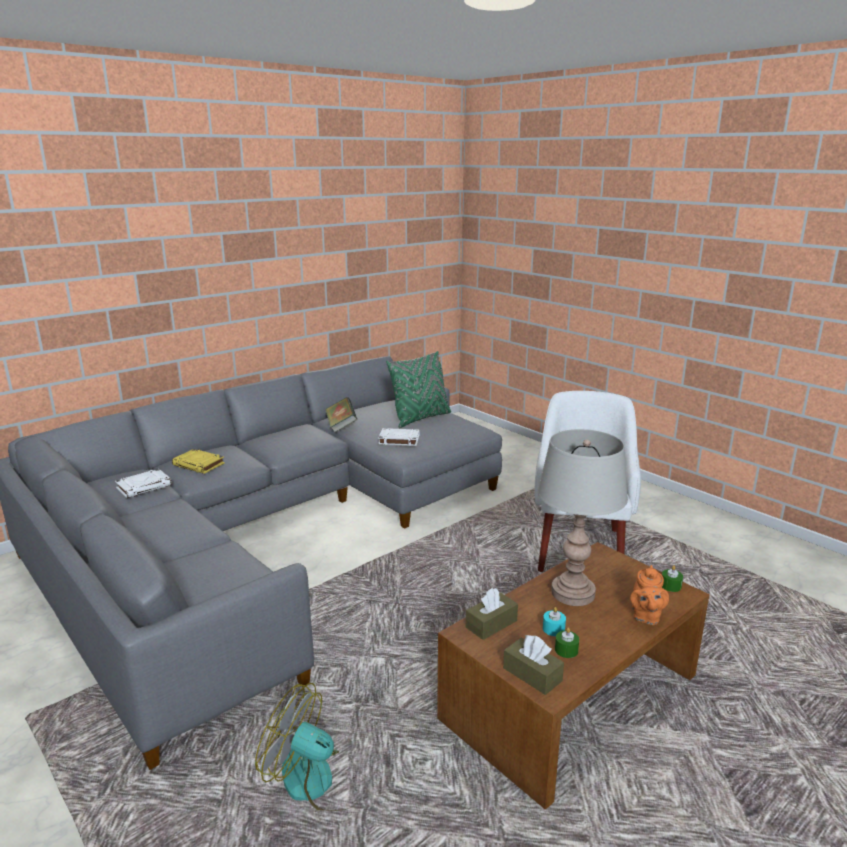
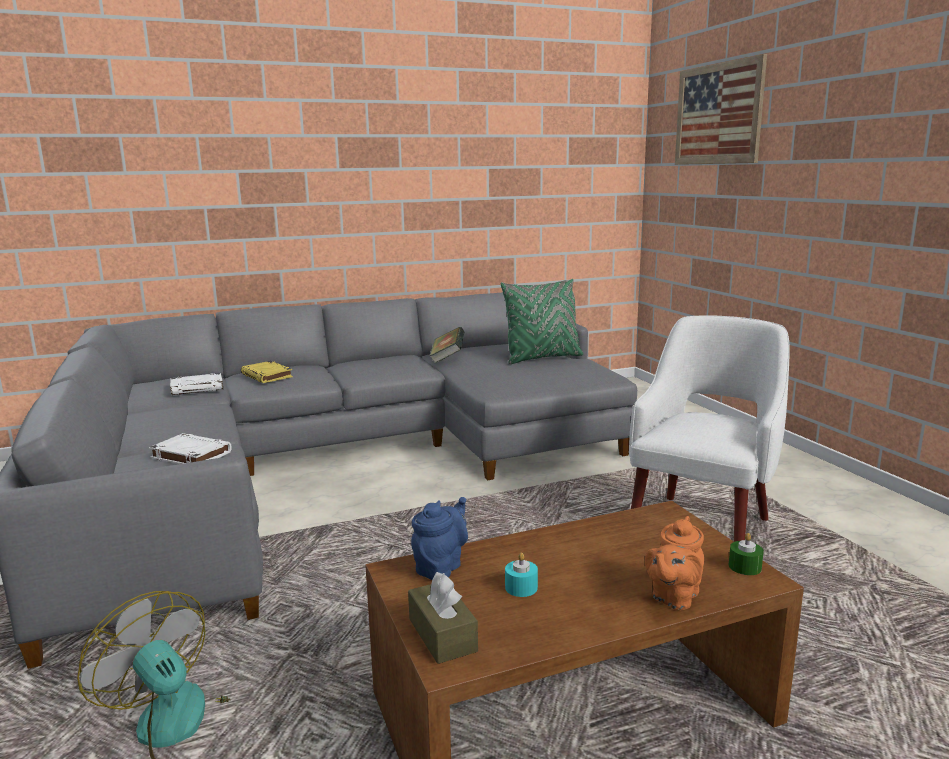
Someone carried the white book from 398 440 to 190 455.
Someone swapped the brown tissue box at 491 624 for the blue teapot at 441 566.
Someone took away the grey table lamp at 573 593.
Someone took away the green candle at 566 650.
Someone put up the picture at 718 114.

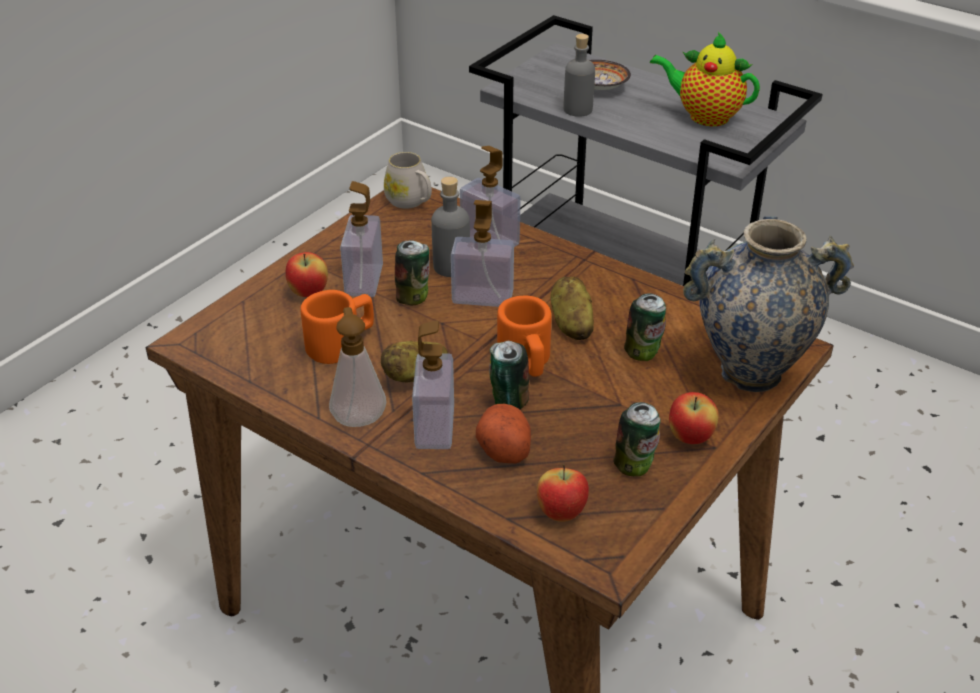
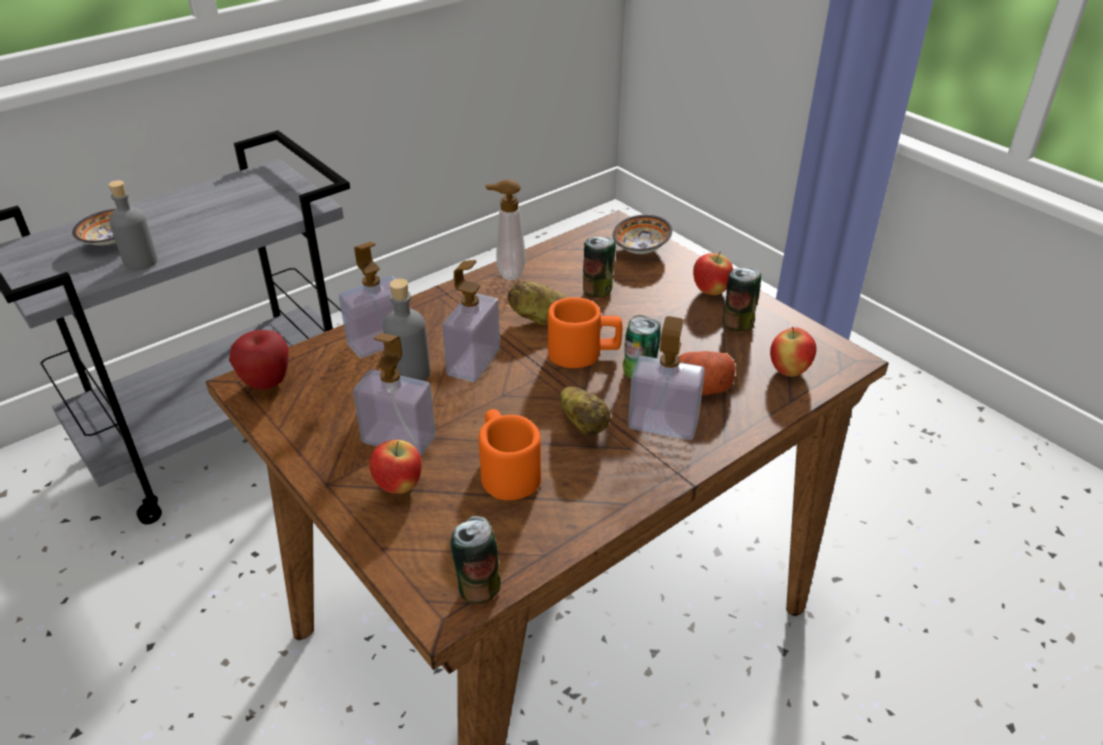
Someone carried the soap dispenser from 358 417 to 508 273.
Someone swapped the white mug at 411 202 for the apple at 266 383.
Someone carried the can from 413 297 to 478 586.
Someone took away the teapot at 704 116.
Someone swapped the vase at 750 372 for the bowl at 641 249.

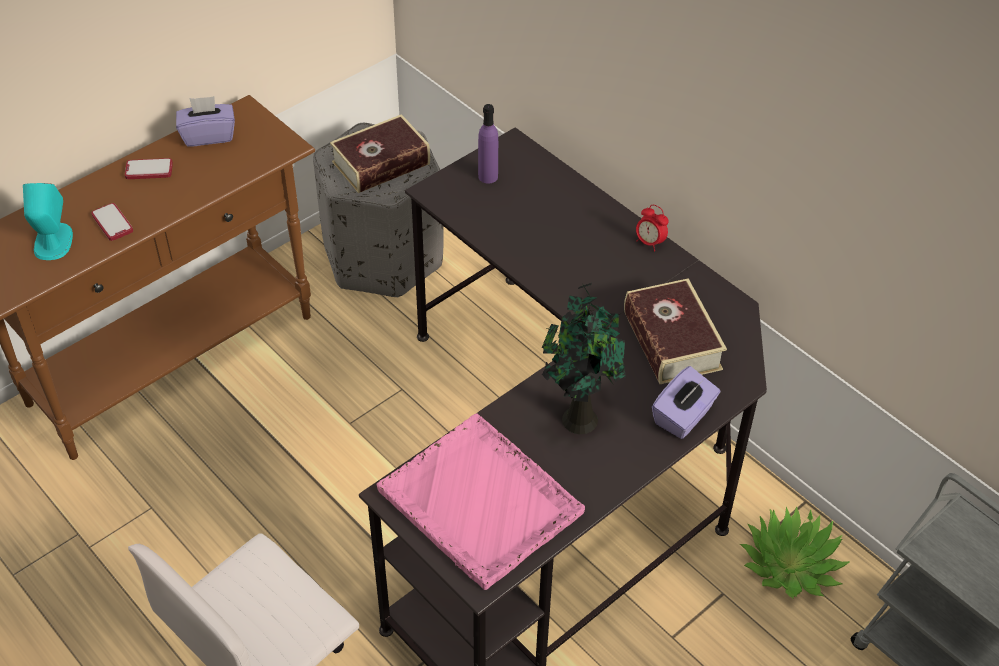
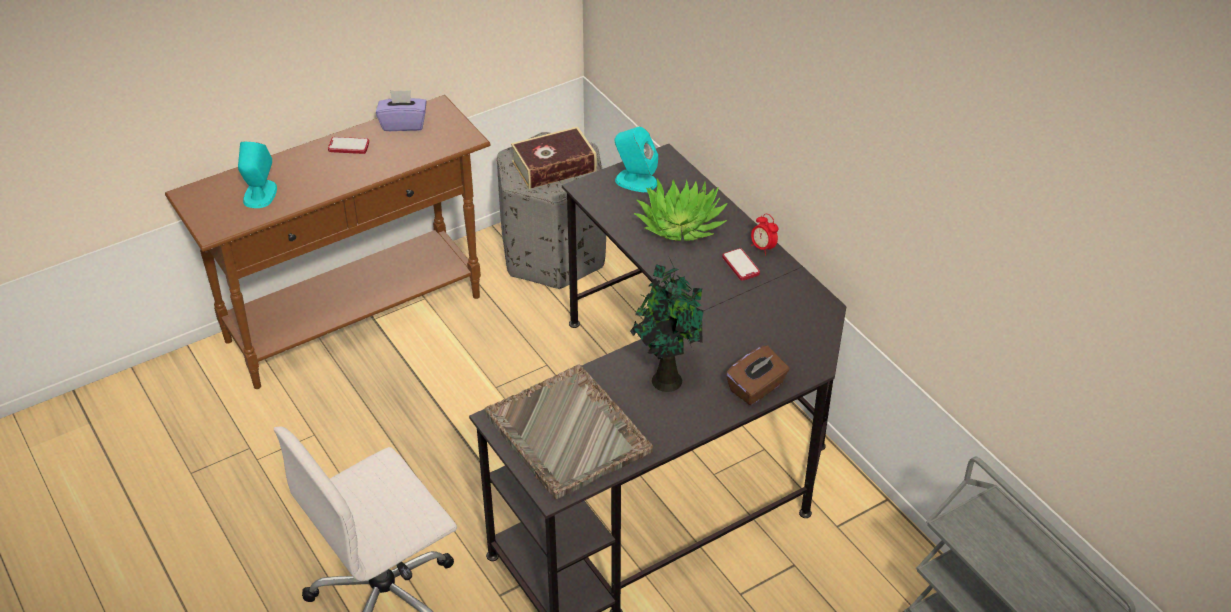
Someone carried the phone from 112 223 to 740 265.
Someone repainted the pink tray at 481 503, which became the grey tray at 568 434.
Someone swapped the purple bottle at 488 176 for the turquoise speaker at 635 181.
Someone took away the book at 672 341.
Someone repainted the purple tissue box at 683 417, which became the brown tissue box at 756 388.
Someone carried the potted plant from 790 564 to 681 225.

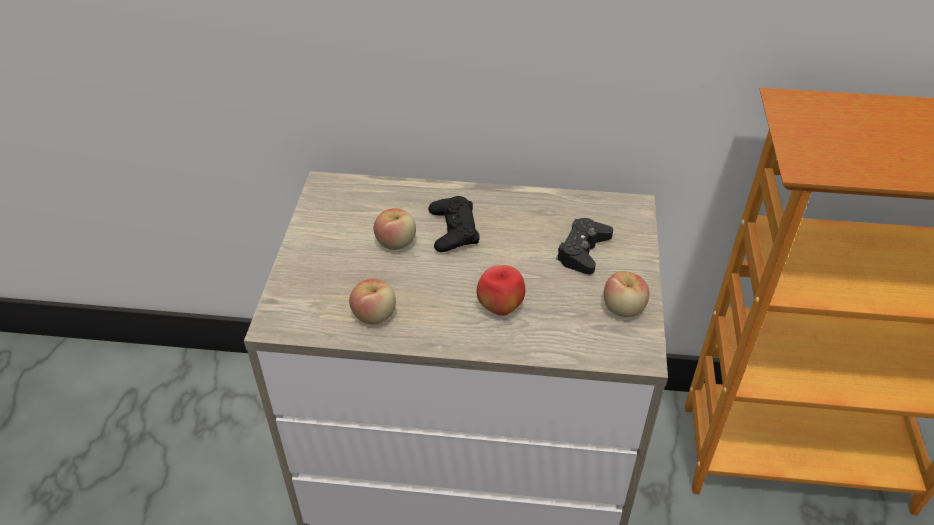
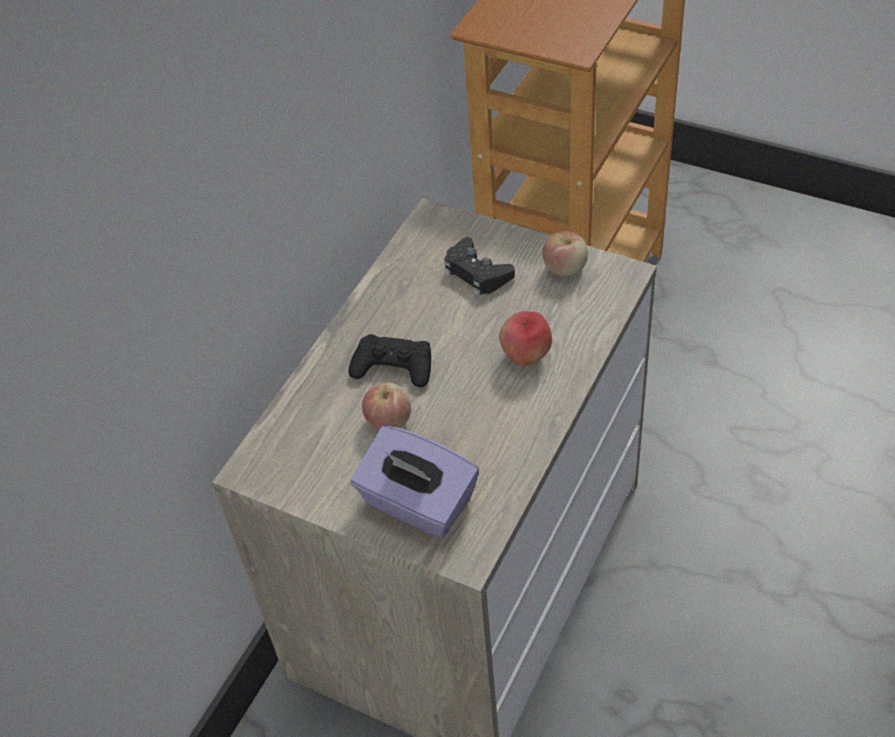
Someone took away the apple at 375 315.
Someone put down the purple tissue box at 417 504.

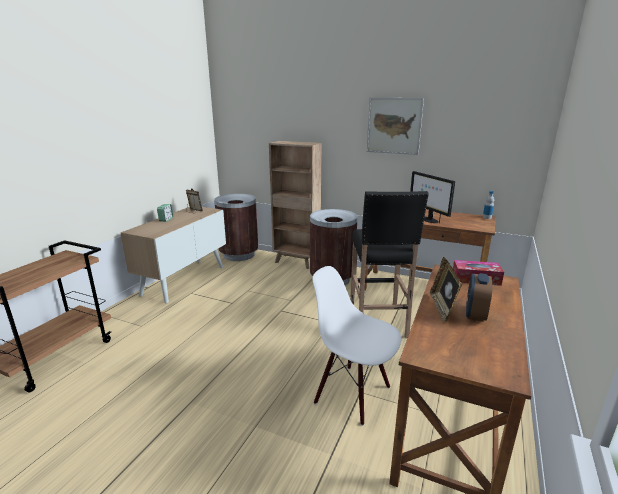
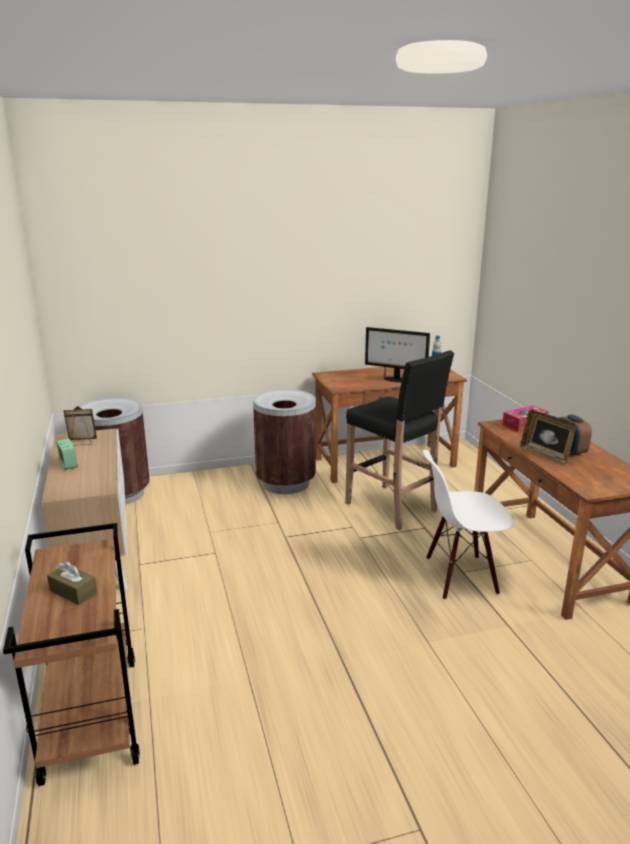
Someone took away the brown bookcase at 296 262.
Someone took away the picture at 394 126.
Someone put down the brown tissue box at 73 592.

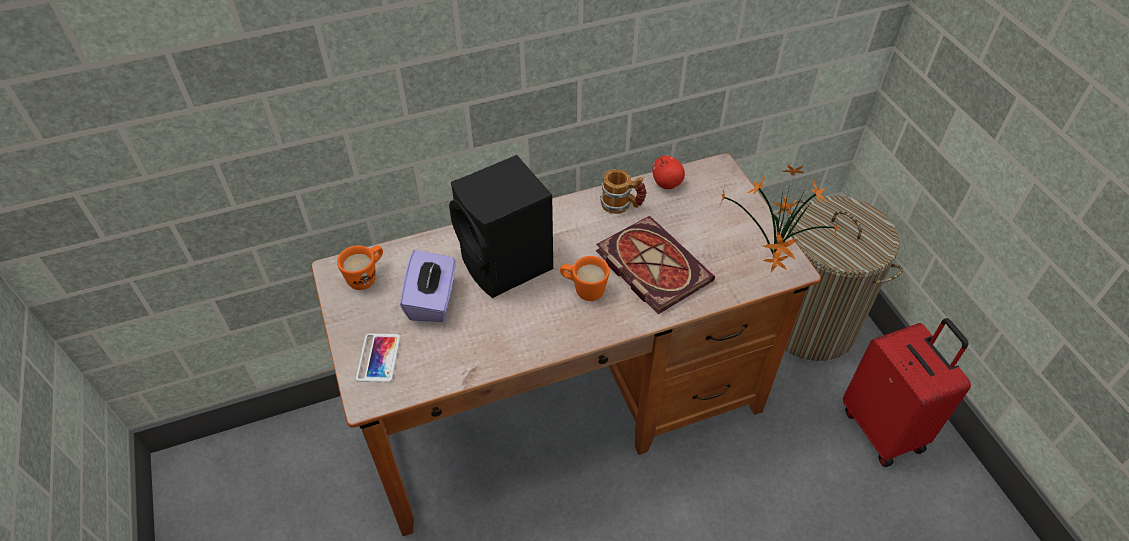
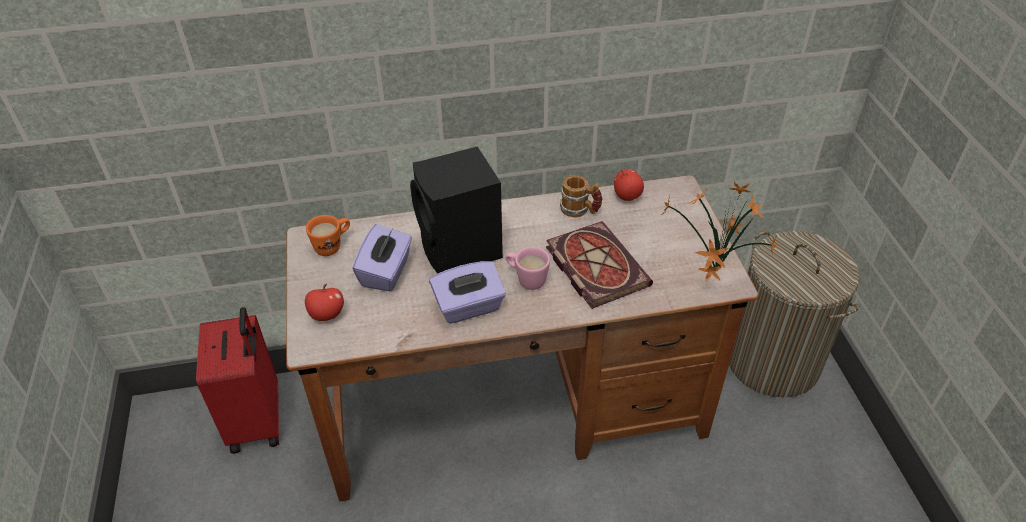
Someone swapped the phone at 378 358 for the apple at 327 315.
Someone repainted the orange mug at 583 289, which became the pink mug at 526 279.
Someone carried the red suitcase from 883 429 to 258 421.
Someone put down the purple tissue box at 469 307.

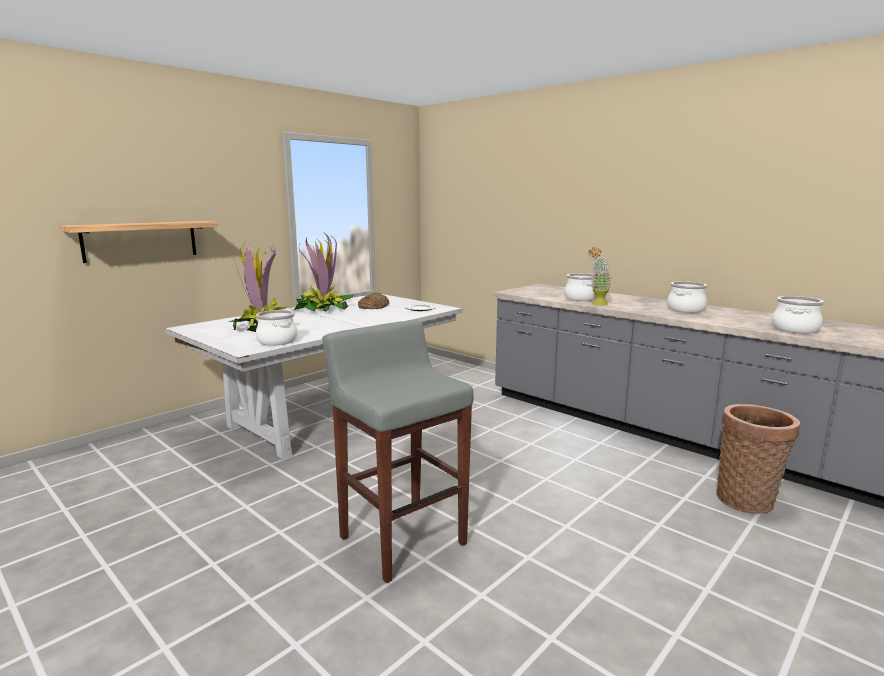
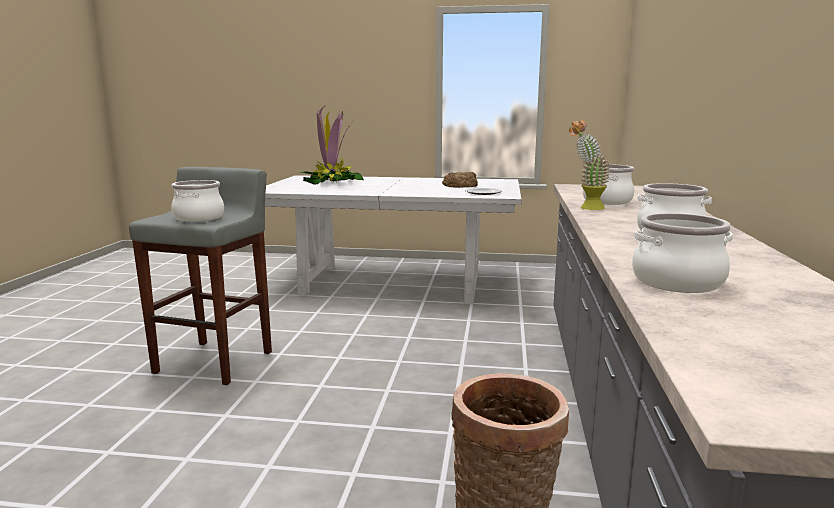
Someone took away the shelf at 140 240.
Someone carried the cooking pot from 277 341 to 198 218.
Someone took away the potted plant at 323 308.

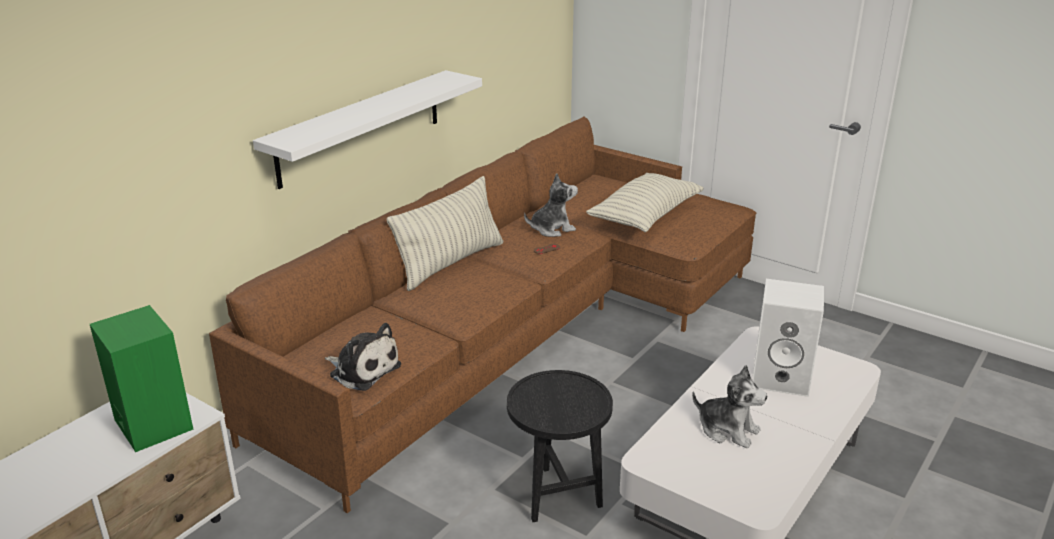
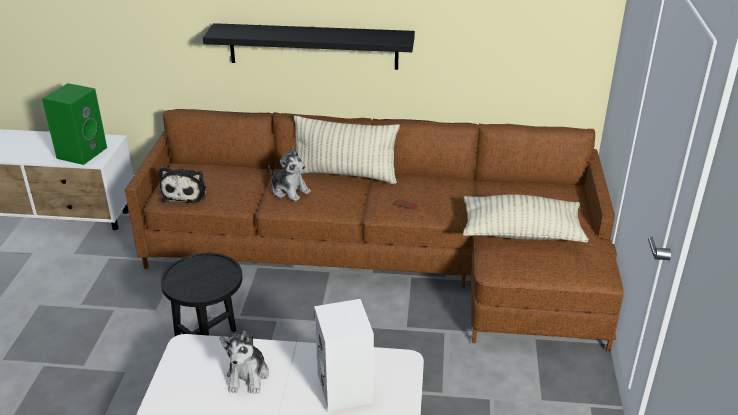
Someone repainted the white shelf at 361 127, which became the black shelf at 313 46.
Someone carried the plush toy from 551 229 to 289 191.

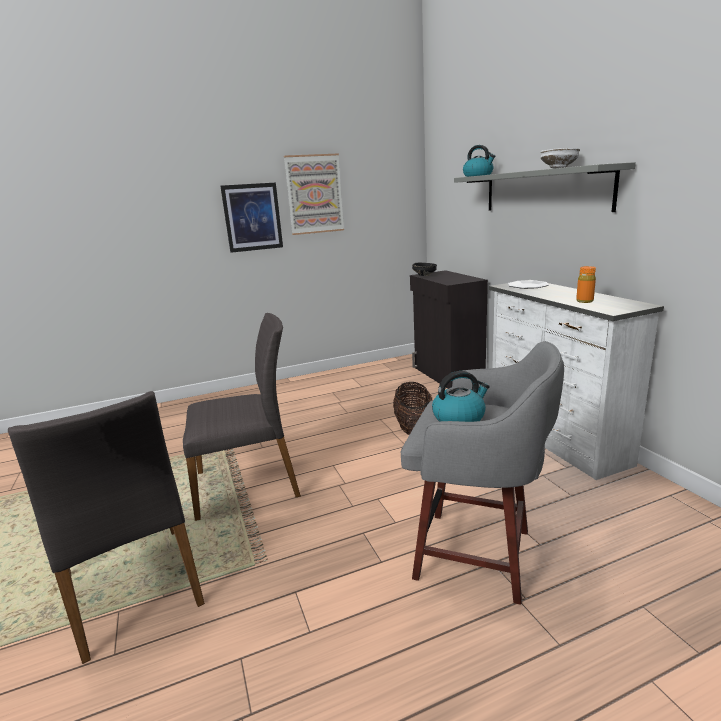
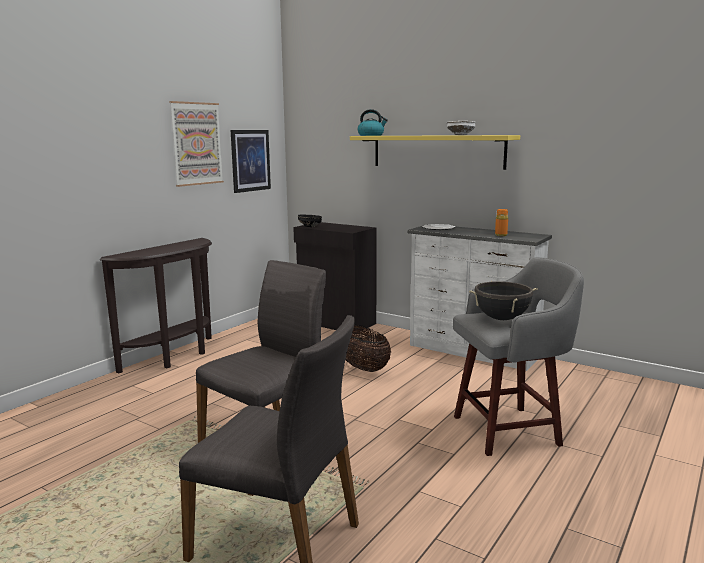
Someone carried the picture from 252 217 to 250 160.
Someone swapped the kettle at 459 417 for the black cooking pot at 501 319.
Someone repainted the grey shelf at 543 191, which became the yellow shelf at 437 151.
Someone put down the brown console table at 176 356.

